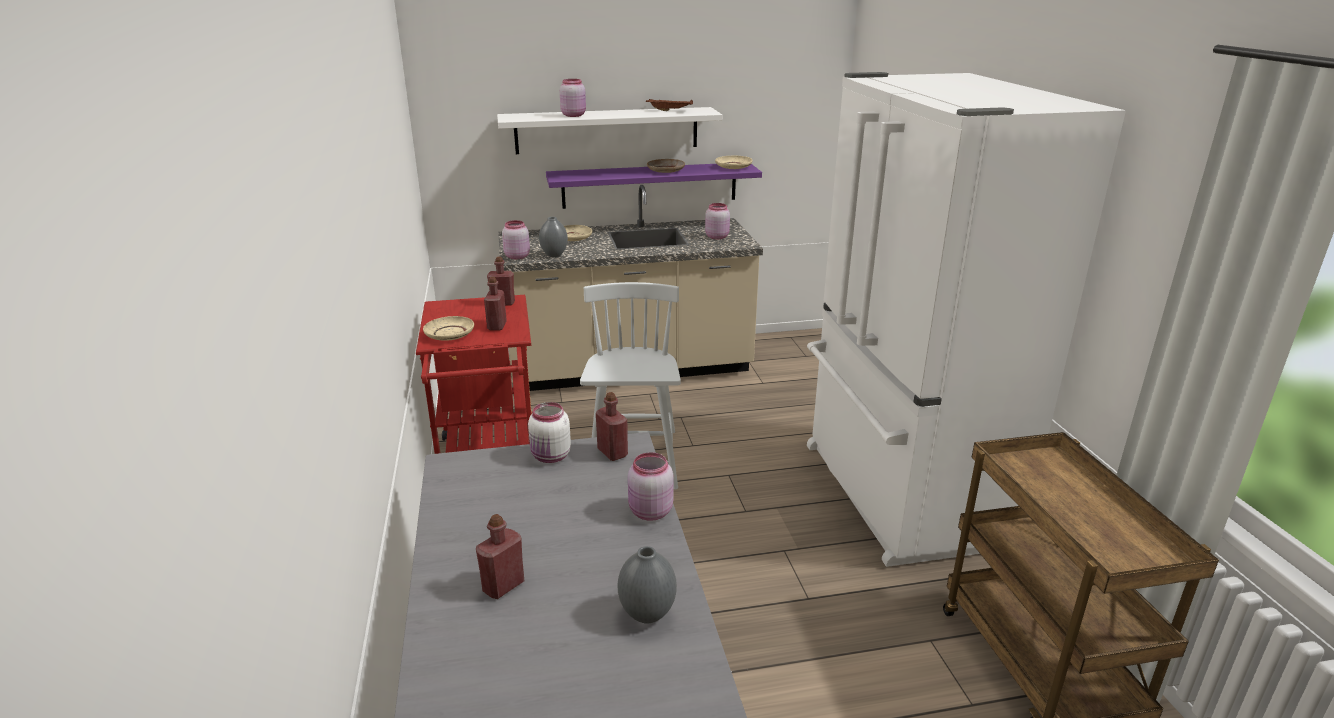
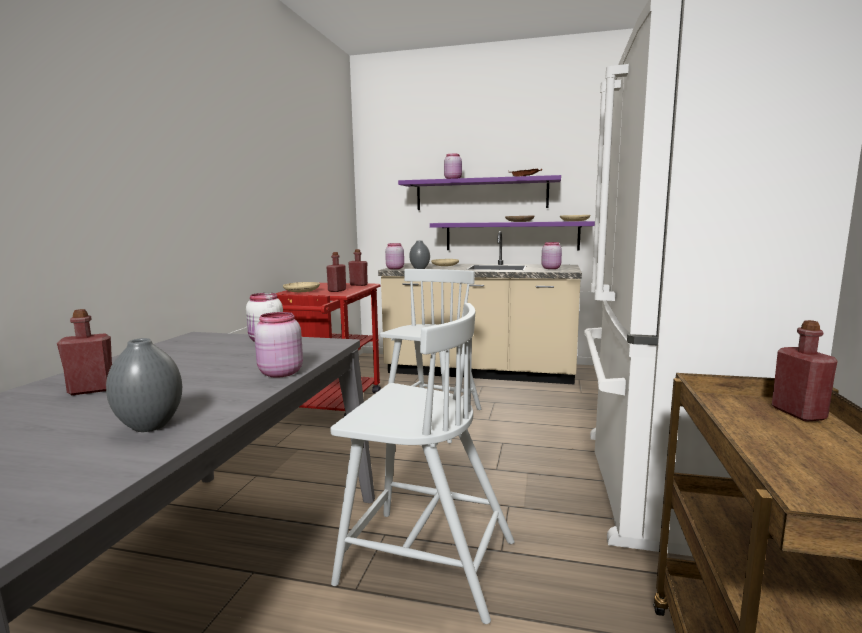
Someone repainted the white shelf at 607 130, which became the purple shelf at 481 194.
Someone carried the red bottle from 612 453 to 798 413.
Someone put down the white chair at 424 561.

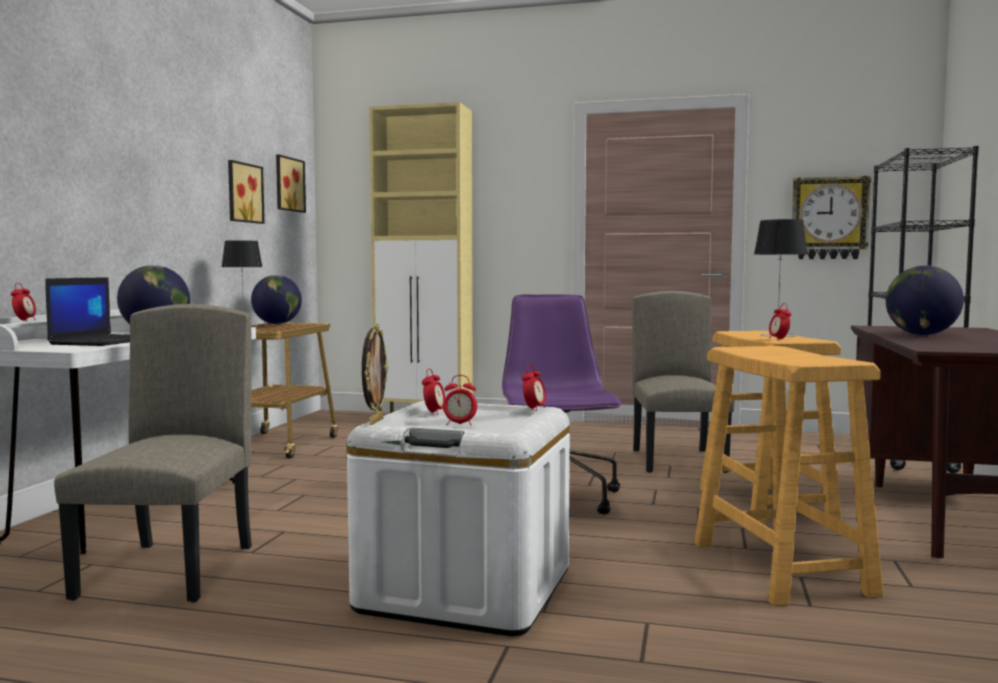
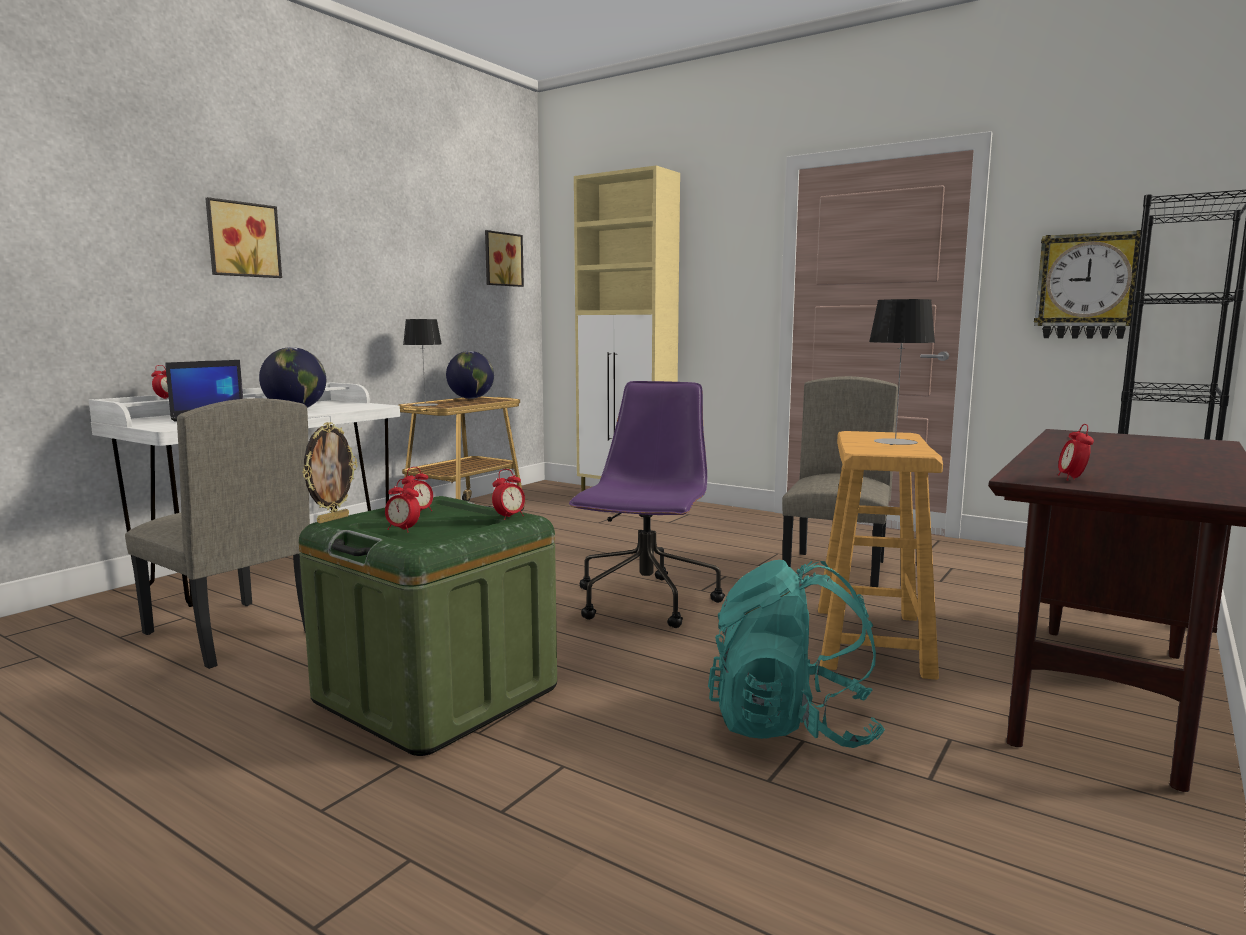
Someone rotated the beige chair at 169 571 by 105 degrees clockwise.
Someone carried the picture from 243 193 to 242 239.
Someone repainted the white storage box at 465 590, which became the green storage box at 436 694.
Someone swapped the beige stool at 781 568 for the turquoise backpack at 791 726.
Someone carried the alarm clock from 779 340 to 1072 479.
Someone took away the globe at 922 335.

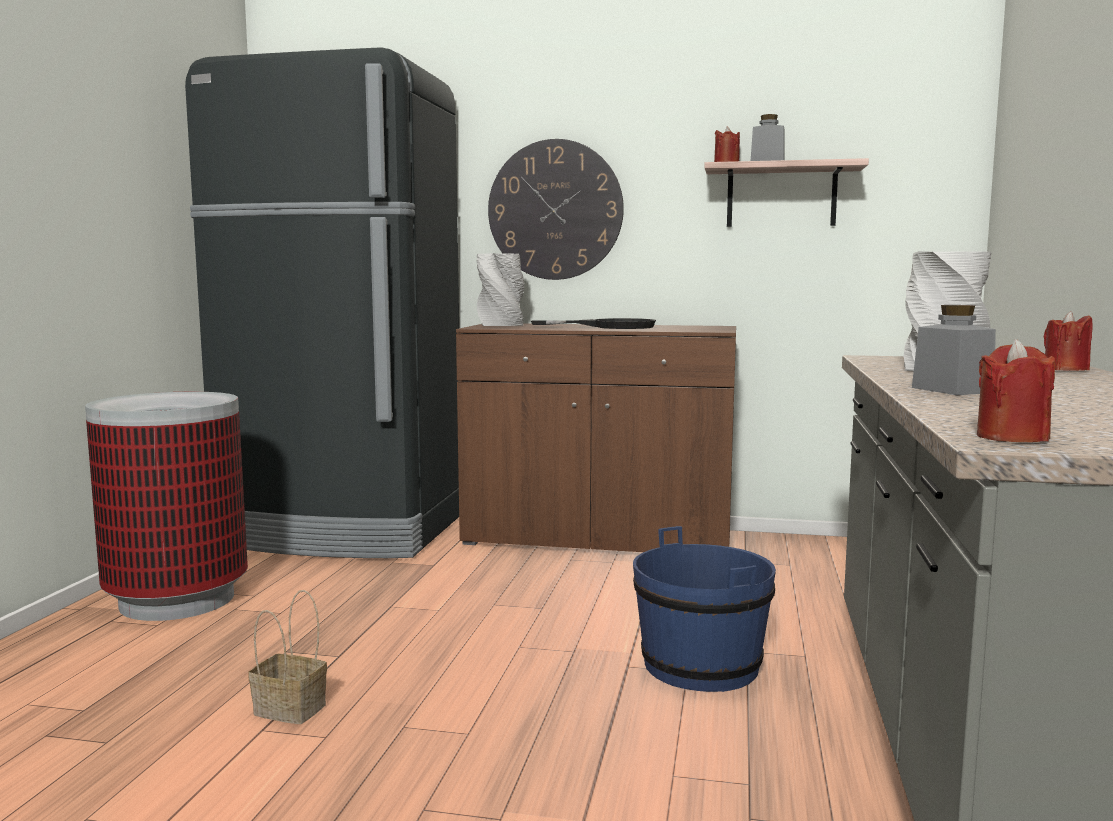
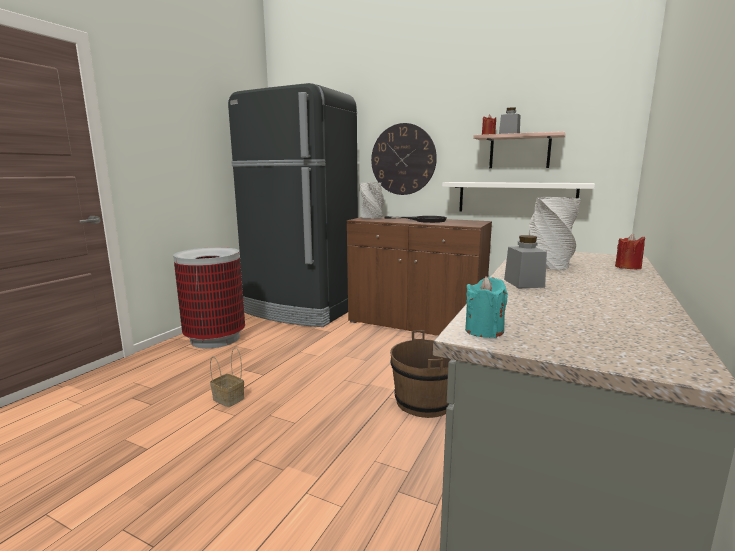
Someone repainted the blue bucket at 700 666, which became the brown bucket at 424 402.
Someone repainted the red candle at 1012 437, which became the turquoise candle at 484 331.
Someone put up the white shelf at 516 198.

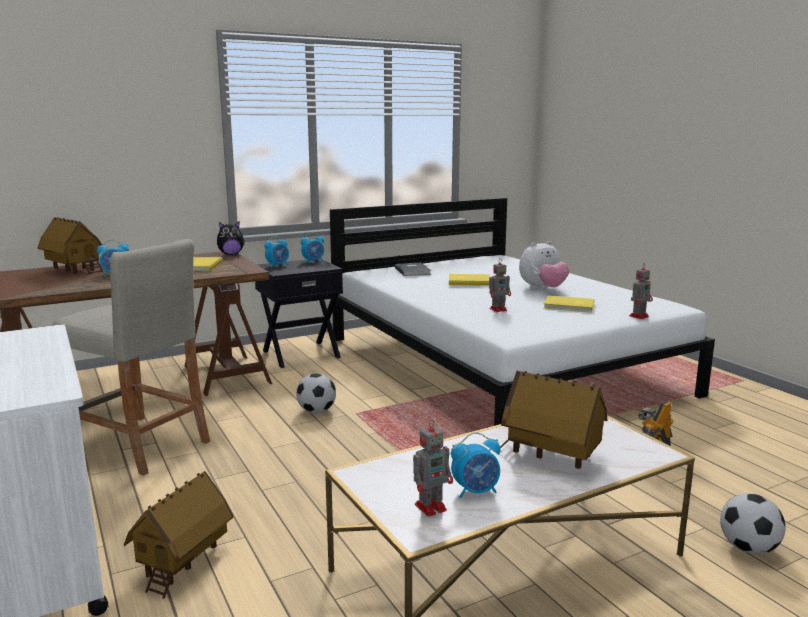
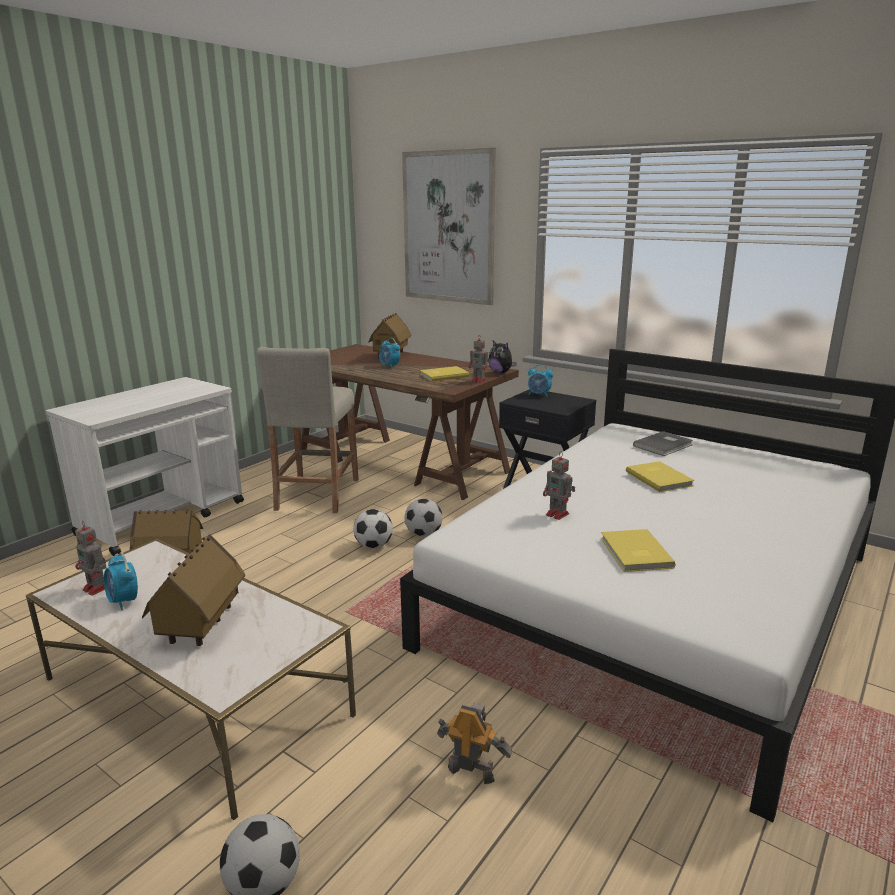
Someone took away the alarm clock at 313 261.
Someone took away the plush toy at 542 289.
Someone carried the toy robot from 639 316 to 479 380.
Someone put down the football at 373 546.
Someone put up the picture at 448 227.

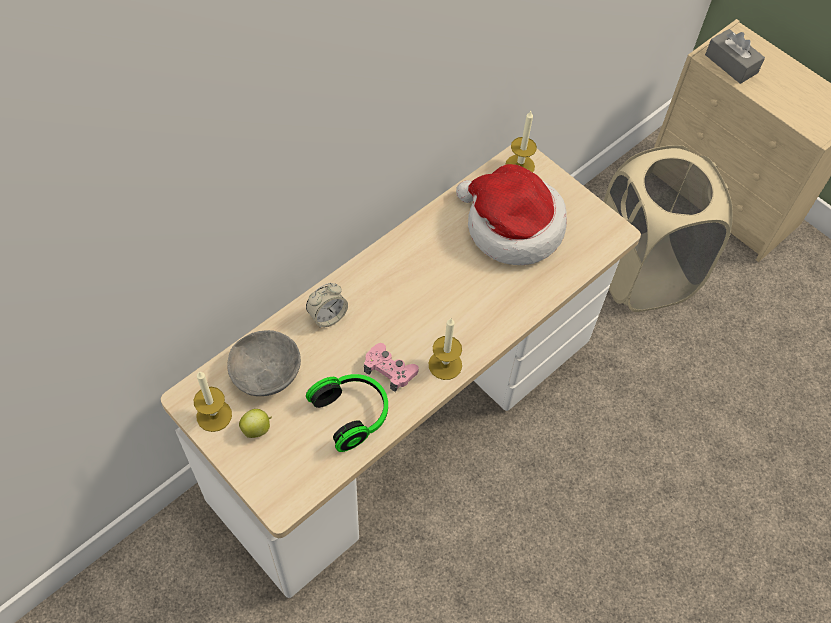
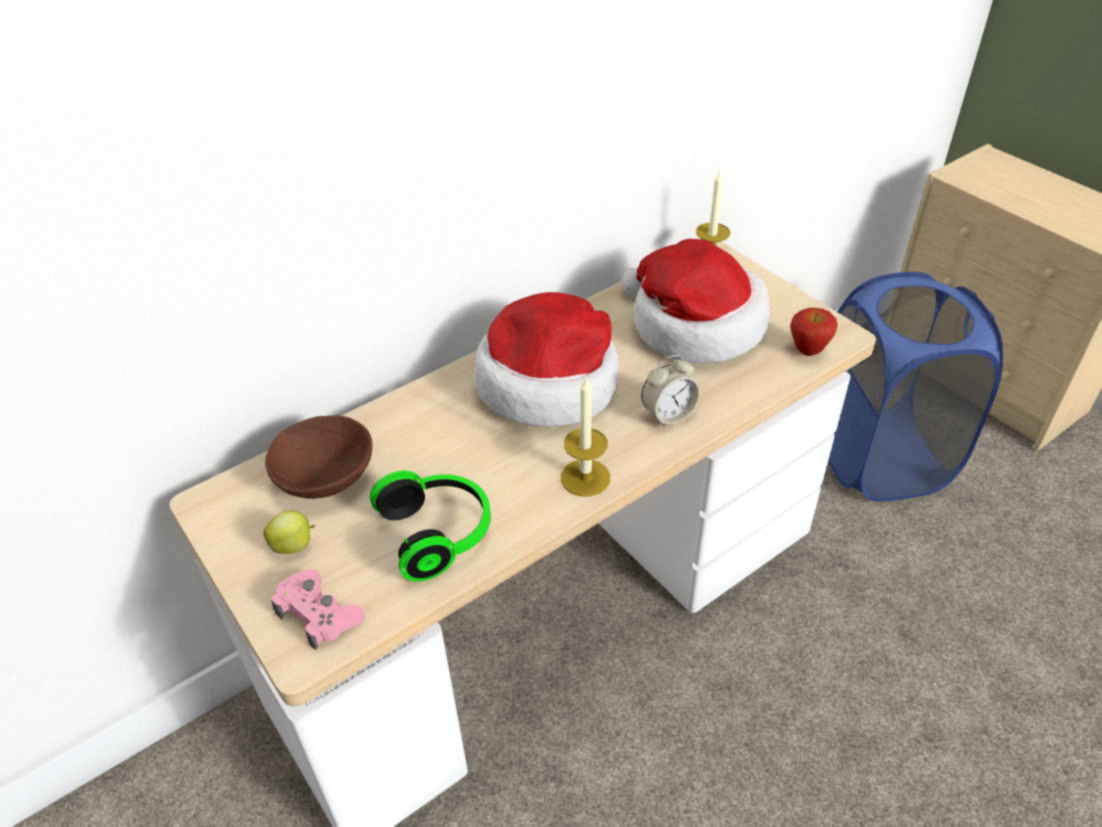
Someone took away the candle at 214 415.
Someone repainted the grey bowl at 267 373, which became the brown bowl at 327 476.
Someone carried the alarm clock from 327 316 to 669 415.
Someone carried the pink game controller from 390 370 to 319 614.
Someone repainted the beige laundry basket at 642 273, which became the blue laundry basket at 879 457.
Someone took away the grey tissue box at 731 64.
Someone put down the hat at 550 382.
Someone put down the apple at 808 351.

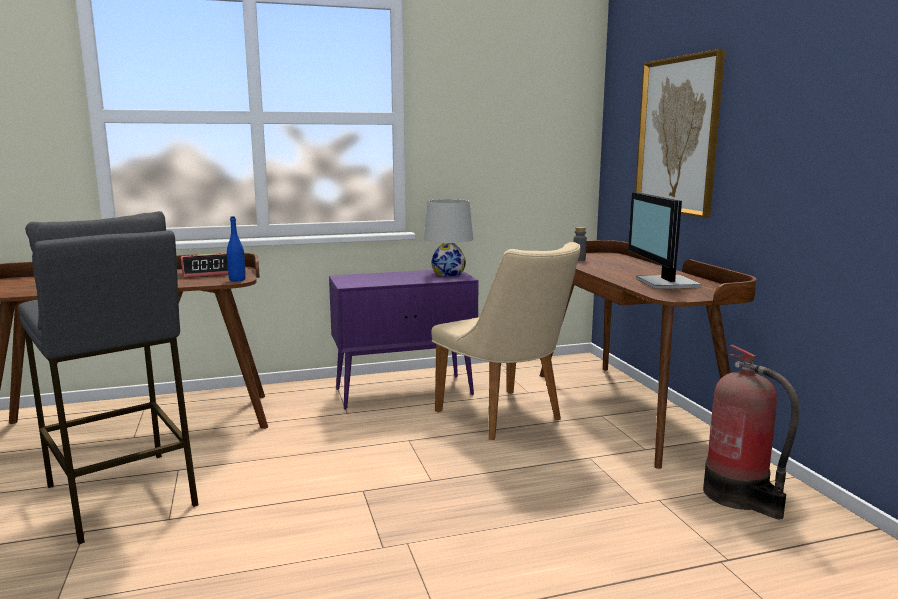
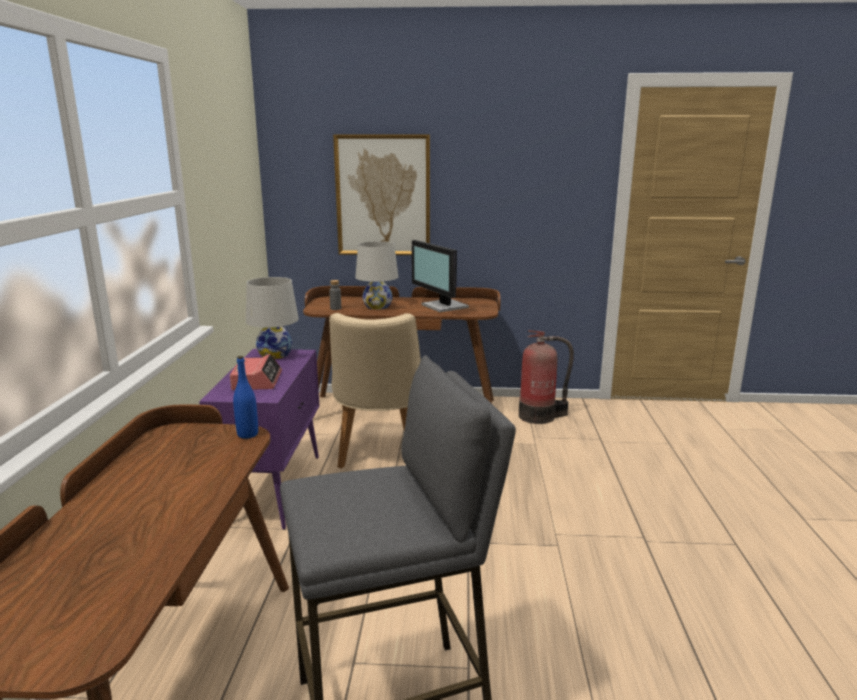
Someone carried the alarm clock from 208 273 to 257 380.
Someone rotated the beige chair at 506 418 by 105 degrees clockwise.
Someone rotated the monitor at 665 283 by 45 degrees clockwise.
Someone put down the white table lamp at 377 306.

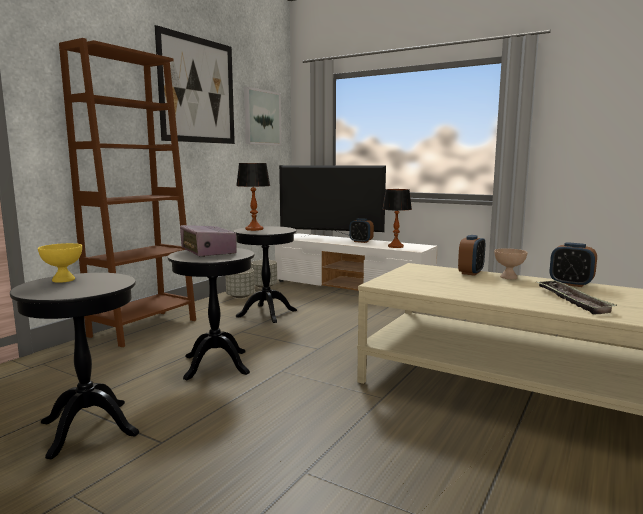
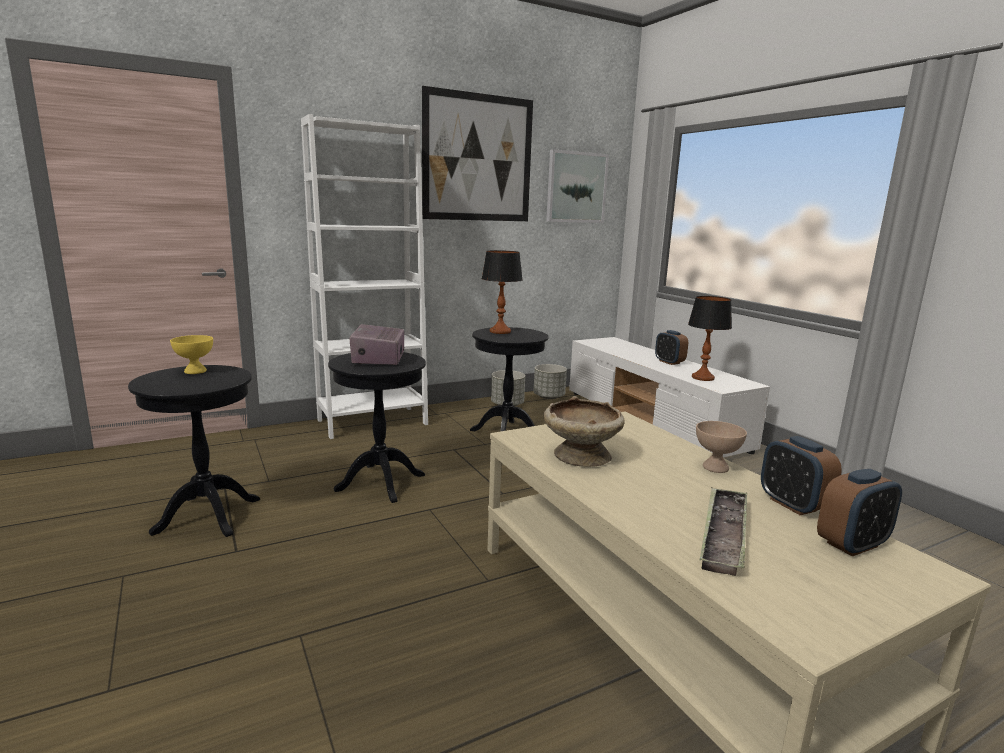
Someone repainted the brown bookcase at 143 328, which became the white bookcase at 372 422.
Someone took away the television at 331 238.
Someone carried the alarm clock from 471 272 to 852 544.
Someone put down the beige bowl at 580 455.

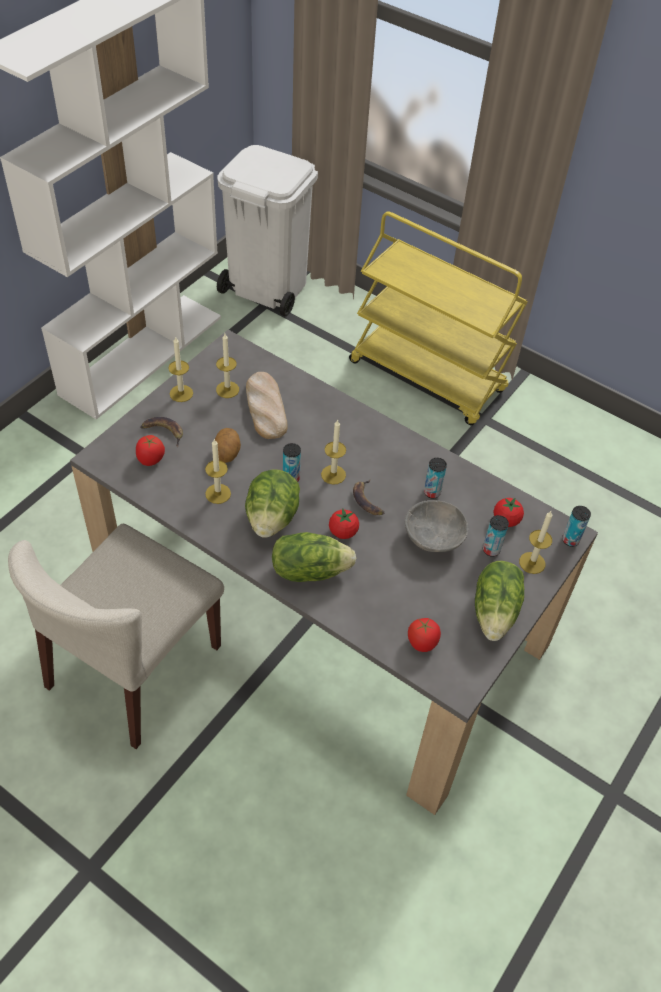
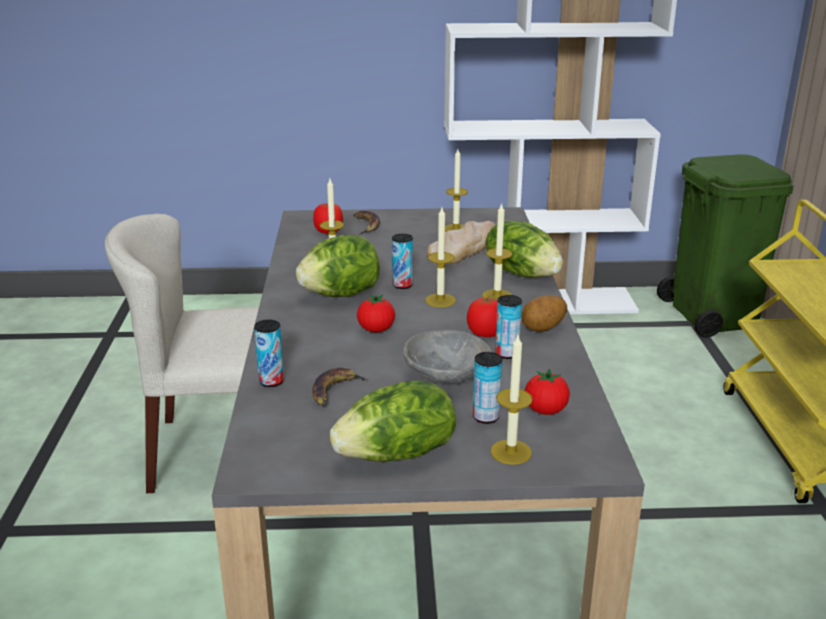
Someone carried the candle from 181 393 to 497 296.
Someone carried the potato from 227 454 to 543 328.
Someone repainted the white trash can at 266 287, which became the green trash can at 712 314.
Someone carried the lettuce from 309 570 to 522 273.
Someone carried the banana from 367 500 to 335 391.
Someone carried the tomato from 422 642 to 485 334.
Someone carried the can from 570 540 to 271 381.

